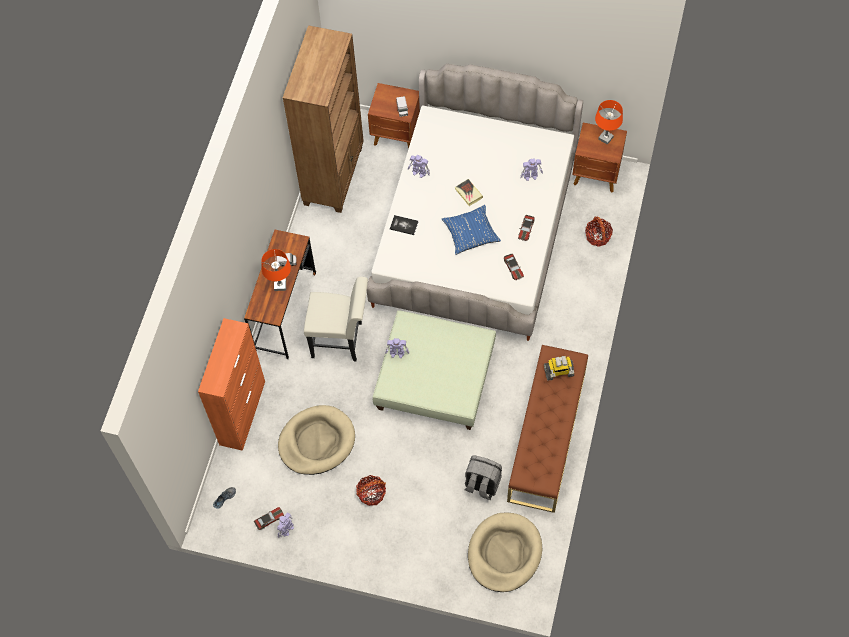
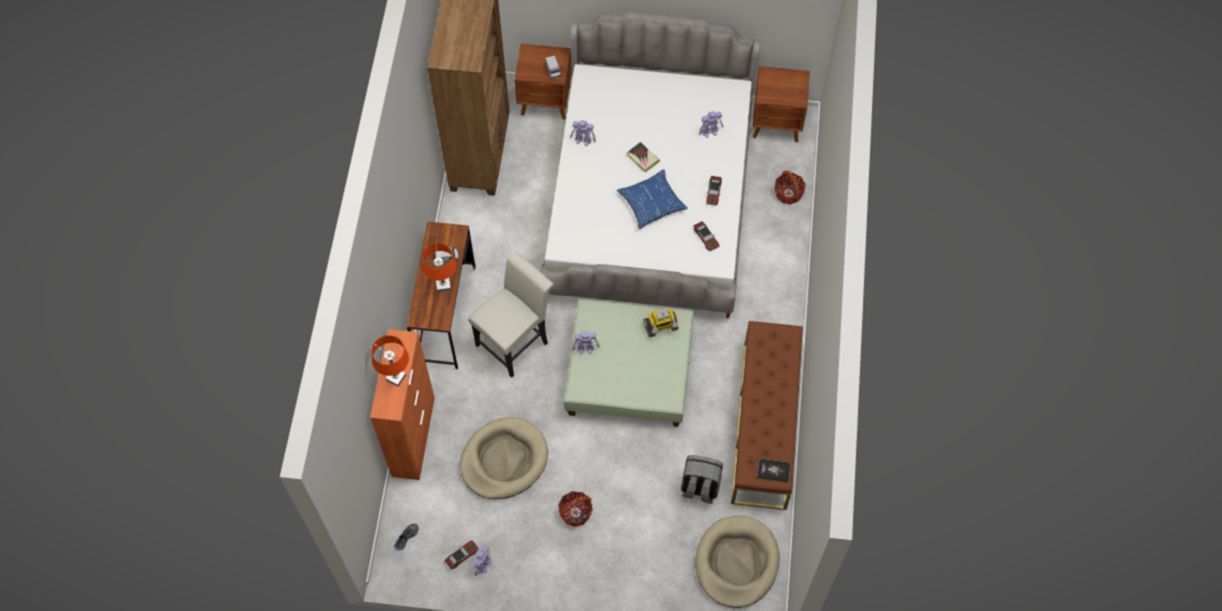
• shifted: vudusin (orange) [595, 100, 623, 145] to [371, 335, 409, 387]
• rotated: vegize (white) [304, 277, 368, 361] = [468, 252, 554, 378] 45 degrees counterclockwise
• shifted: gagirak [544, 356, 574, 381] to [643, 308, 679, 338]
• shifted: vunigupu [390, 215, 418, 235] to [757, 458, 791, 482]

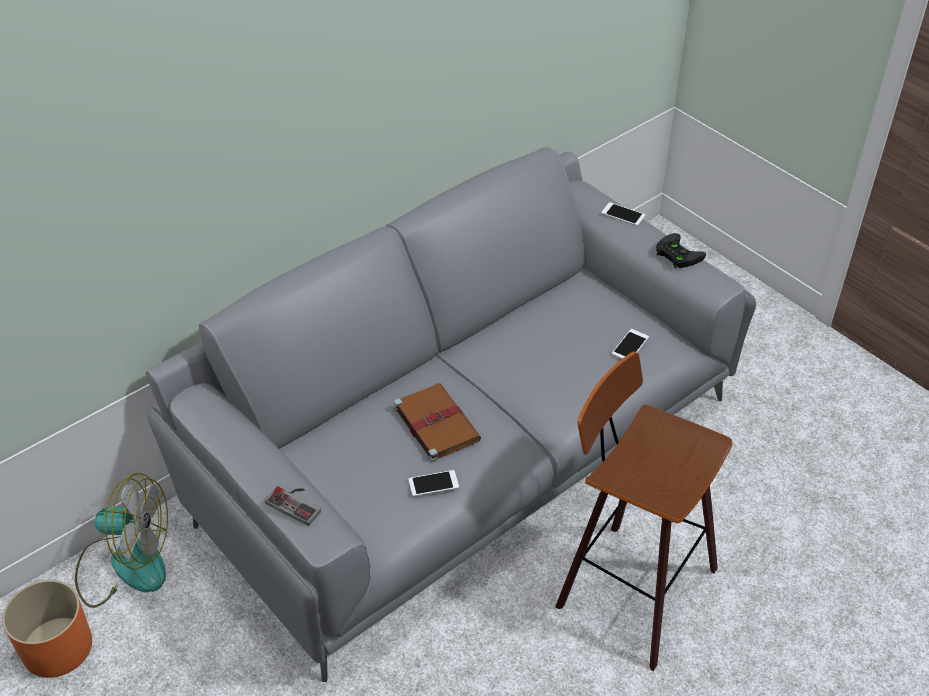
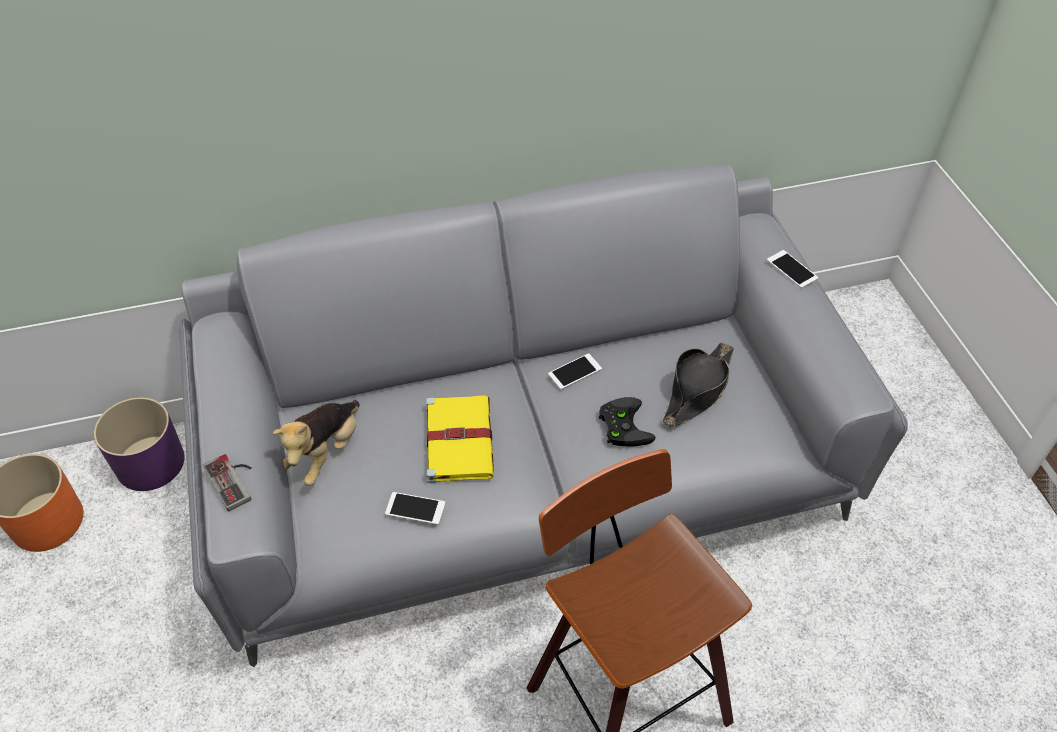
• swapped: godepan [75, 473, 168, 608] to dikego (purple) [94, 397, 184, 491]
• new: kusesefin [273, 400, 360, 486]
• repainted: vunigupu (brown) [394, 383, 481, 462] to vunigupu (yellow) [427, 395, 494, 483]
• shifted: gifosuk [612, 329, 649, 359] to [548, 353, 602, 390]
• shifted: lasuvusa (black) [656, 233, 706, 269] to [599, 397, 655, 447]
• new: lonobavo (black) [663, 342, 734, 427]

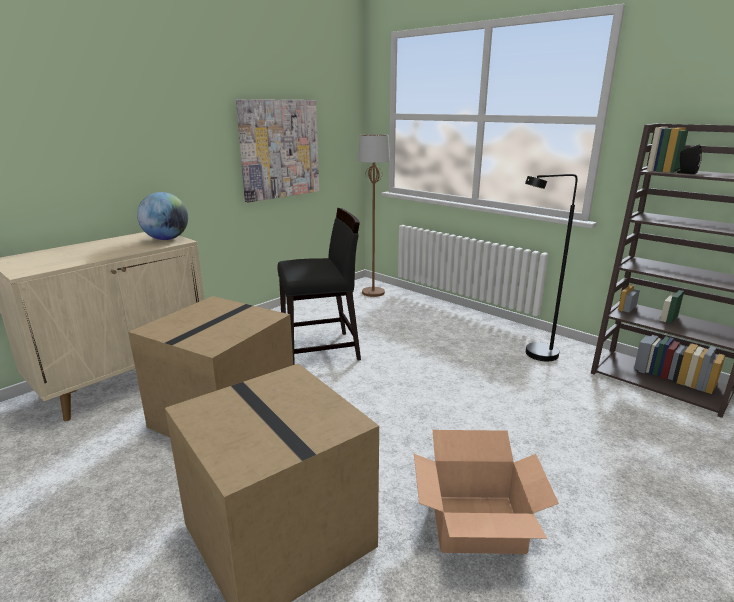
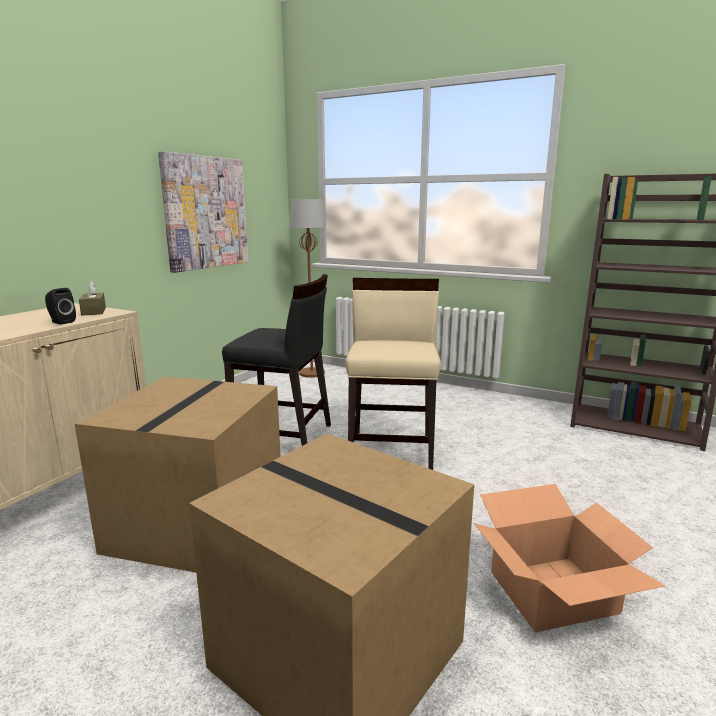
• shifted: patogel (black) [675, 145, 702, 174] to [45, 288, 76, 324]
• swapped: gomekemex [137, 192, 188, 240] to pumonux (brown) [79, 281, 106, 316]
• rotated: vegize (black) [277, 208, 361, 365] = [222, 274, 331, 446] 45 degrees clockwise
• new: vegize (beige) [345, 278, 441, 470]
• gone: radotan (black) [525, 174, 578, 361]

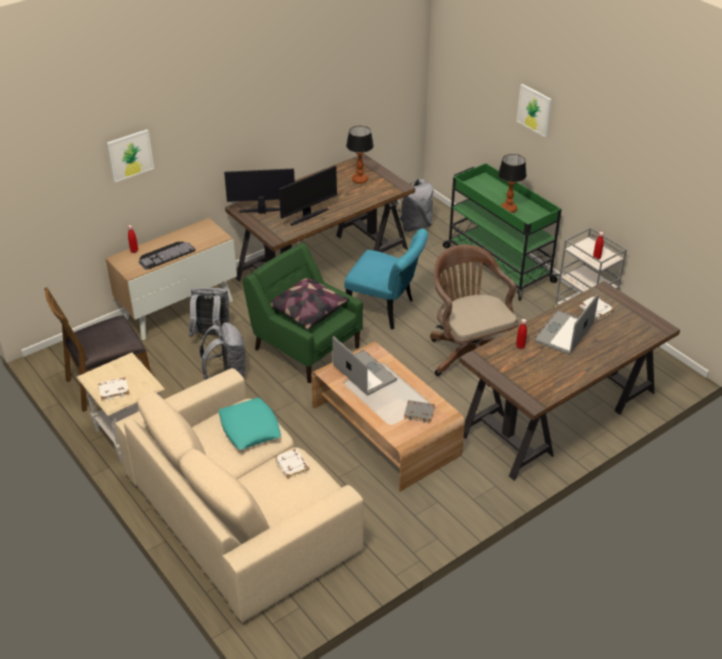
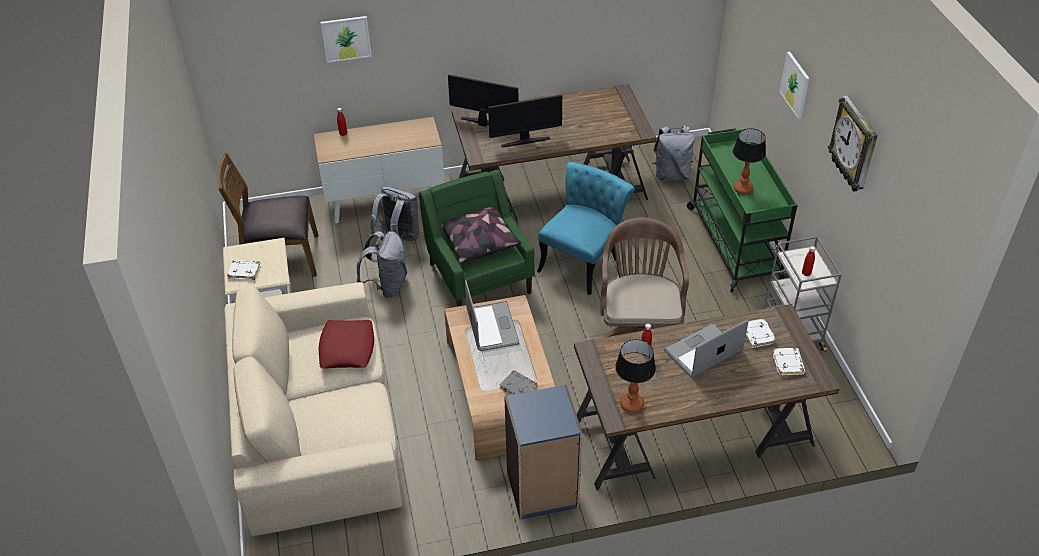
• repainted: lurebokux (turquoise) [218, 398, 281, 450] to lurebokux (red) [318, 320, 374, 369]
• new: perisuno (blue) [504, 385, 582, 520]
• rotated: vegize (turquoise) [344, 228, 428, 329] = [537, 162, 635, 295] 105 degrees counterclockwise
• shifted: vudusin [346, 126, 374, 184] to [615, 339, 656, 413]
• shifted: vunigupu (white) [275, 449, 309, 479] to [772, 348, 805, 376]
• new: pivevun [828, 96, 878, 192]
• gone: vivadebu [138, 242, 196, 270]

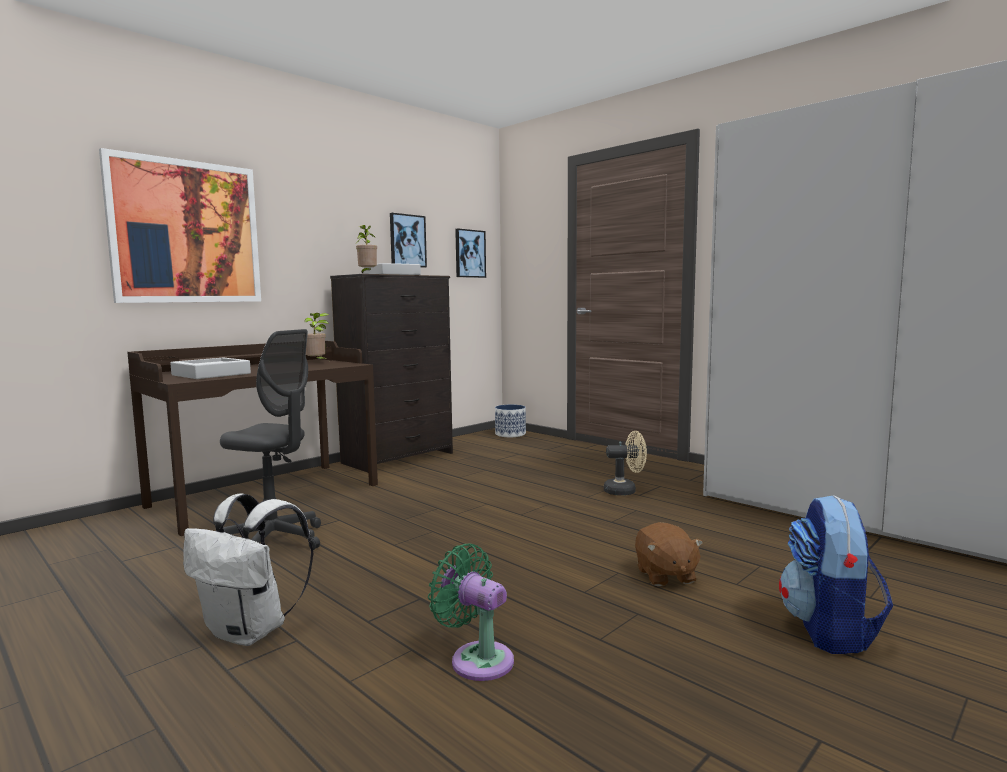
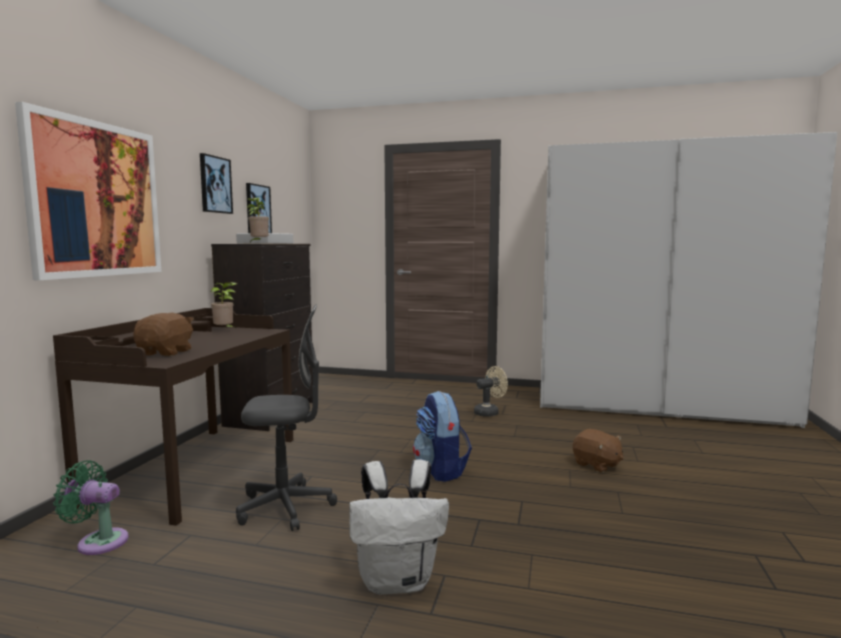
• shifted: godepan (green) [428, 543, 514, 681] to [53, 461, 129, 555]
• swapped: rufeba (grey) [170, 358, 251, 379] to kusesefin (brown) [133, 313, 194, 356]
• shifted: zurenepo [455, 229, 486, 278] to [200, 153, 233, 214]
• shifted: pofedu [779, 495, 893, 654] to [413, 391, 472, 482]
• gone: dikego [495, 405, 526, 437]

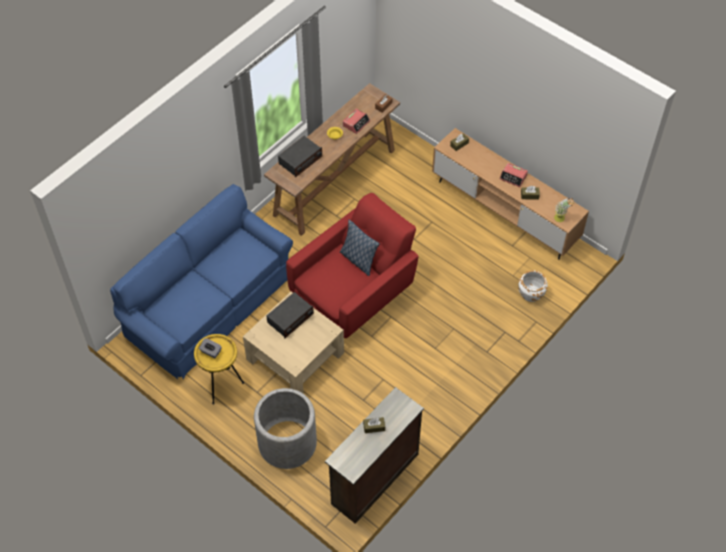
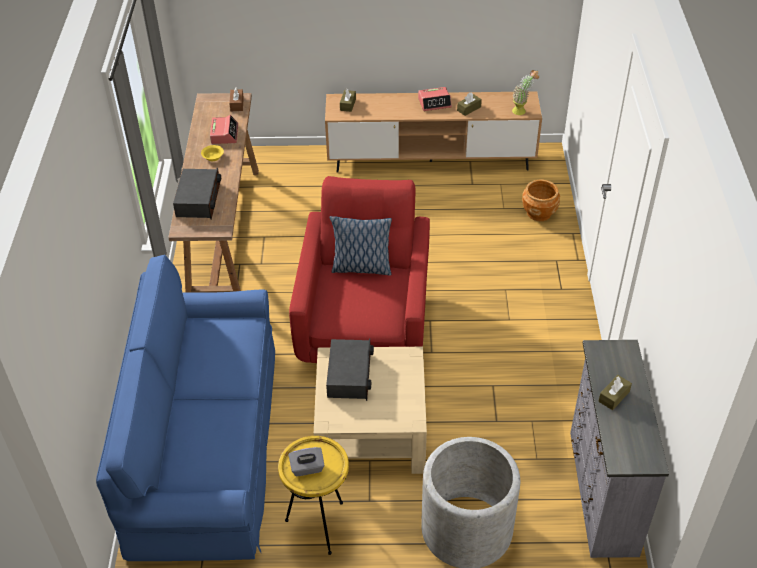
• repainted: dikego (white) [518, 270, 548, 302] to dikego (brown) [522, 180, 560, 221]
• repainted: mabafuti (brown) [325, 387, 424, 524] to mabafuti (grey) [570, 340, 669, 558]

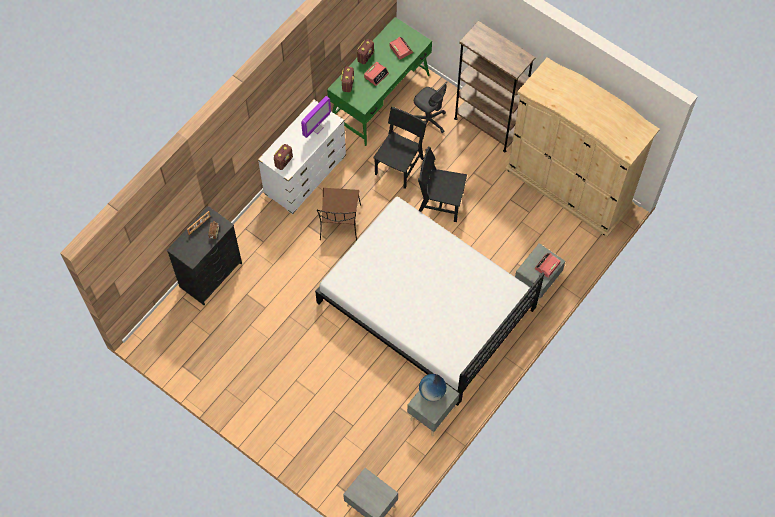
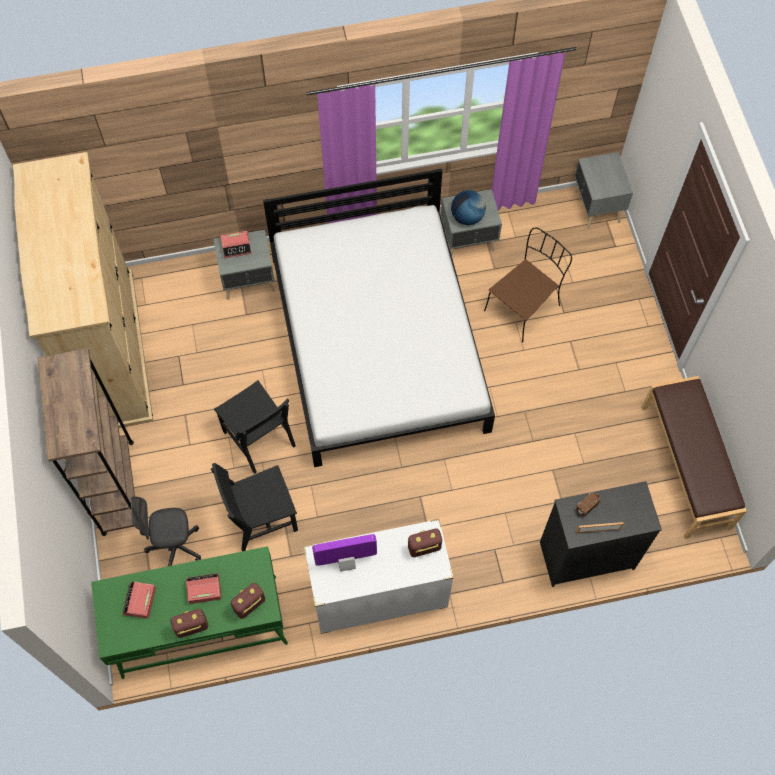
• rotated: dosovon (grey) [414, 82, 447, 133] = [131, 497, 201, 566] 90 degrees counterclockwise
• shifted: vegize (brown) [317, 188, 361, 241] to [484, 227, 572, 343]
• new: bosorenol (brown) [641, 376, 747, 539]

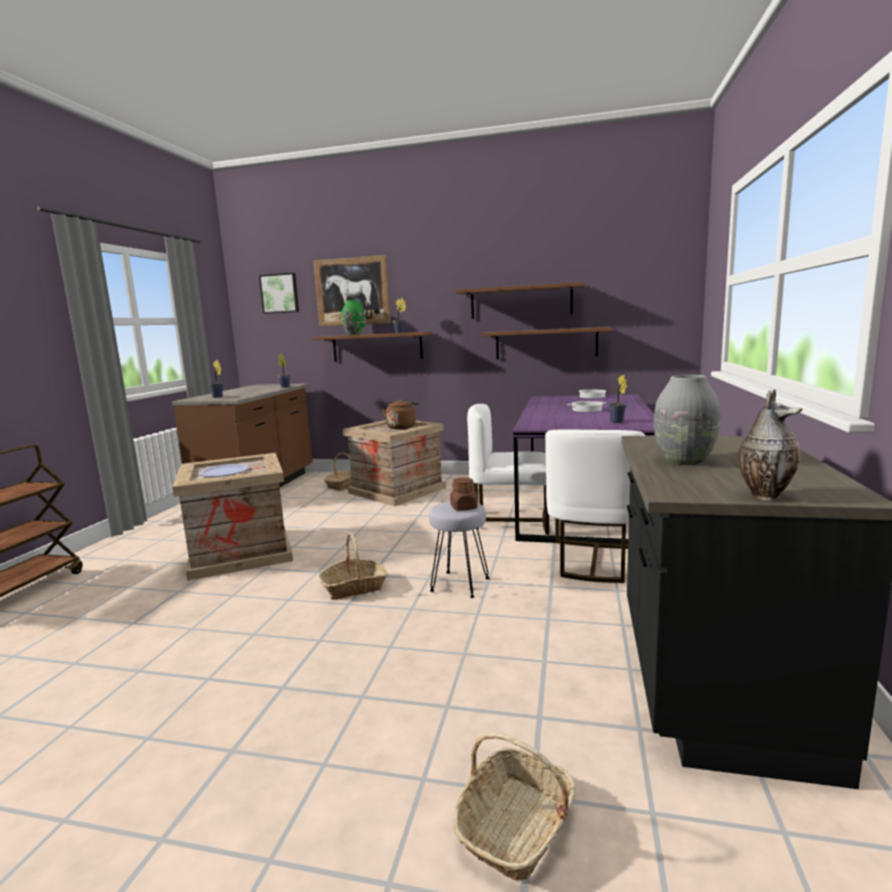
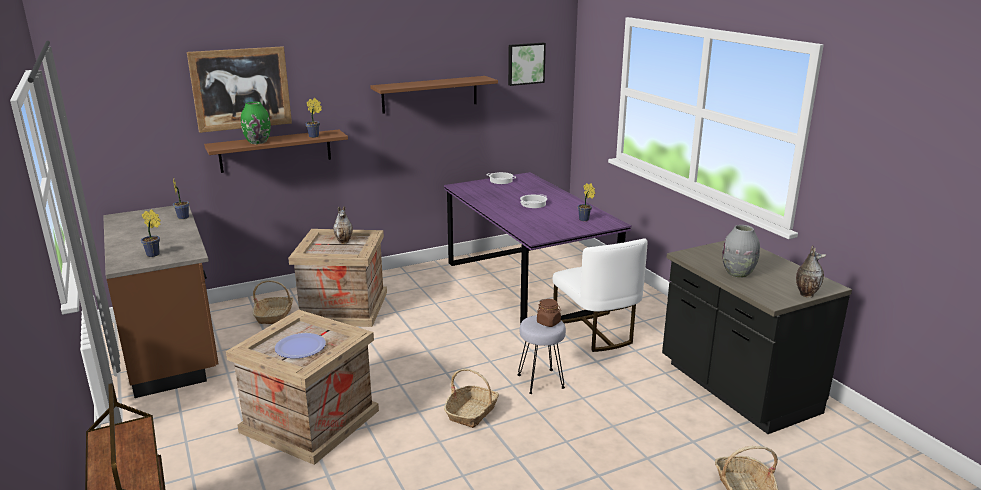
• swapped: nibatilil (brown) [382, 400, 419, 429] to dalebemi [333, 206, 353, 244]
• shifted: zurenepo [259, 273, 299, 314] to [508, 43, 546, 86]
• gone: vegize (white) [467, 404, 549, 535]
• gone: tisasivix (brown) [481, 327, 611, 359]

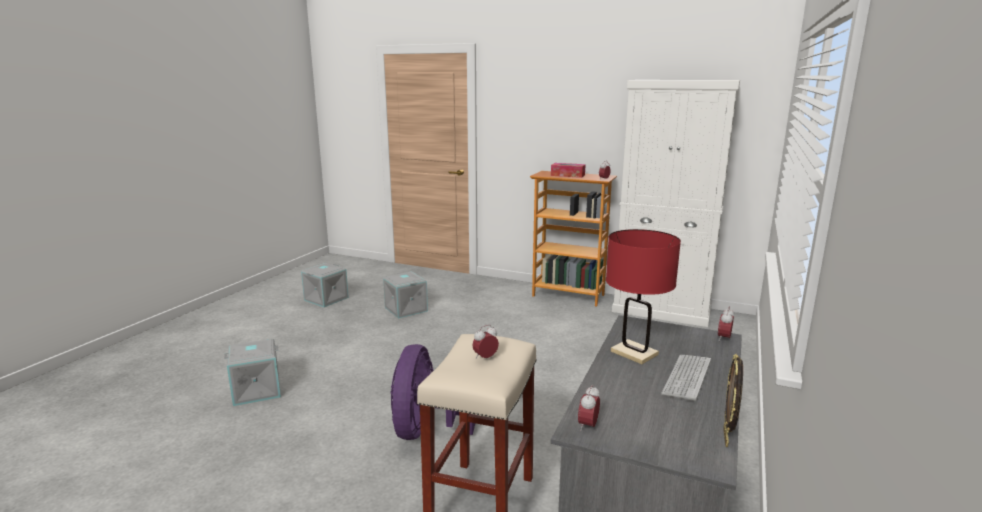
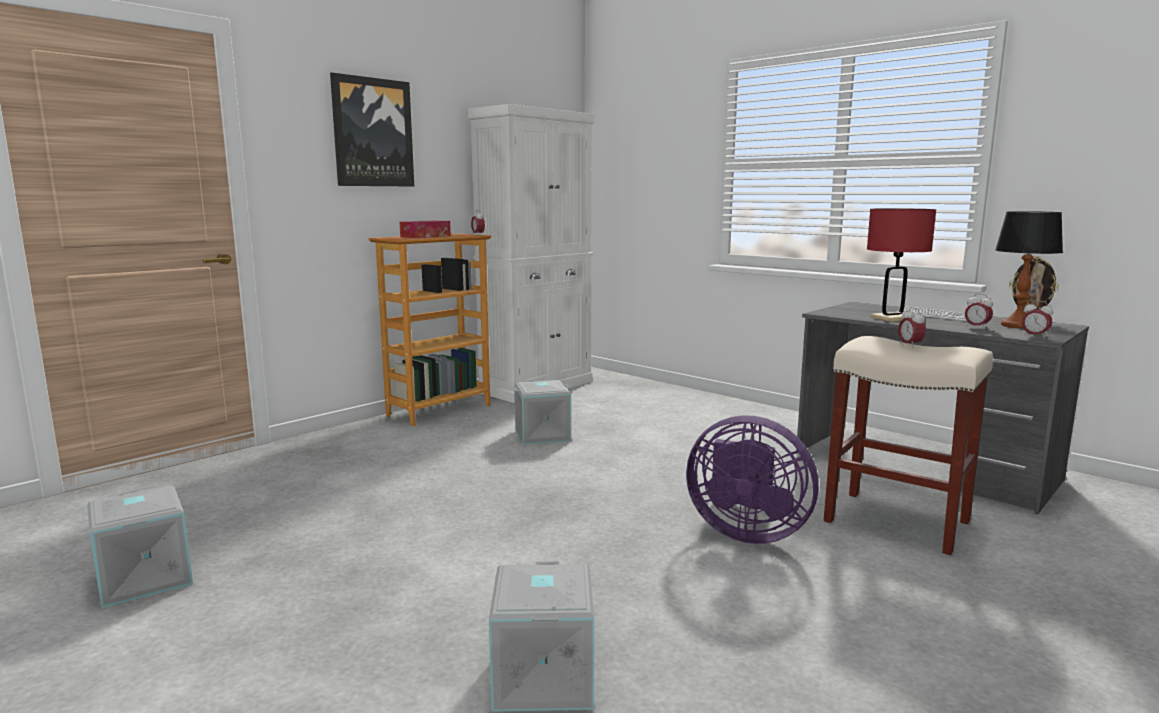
• new: zurenepo [330, 73, 414, 186]
• shifted: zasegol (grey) [383, 271, 428, 318] to [514, 380, 571, 445]
• shifted: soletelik [718, 307, 734, 341] to [965, 293, 993, 329]
• new: vudusin [995, 211, 1063, 329]

